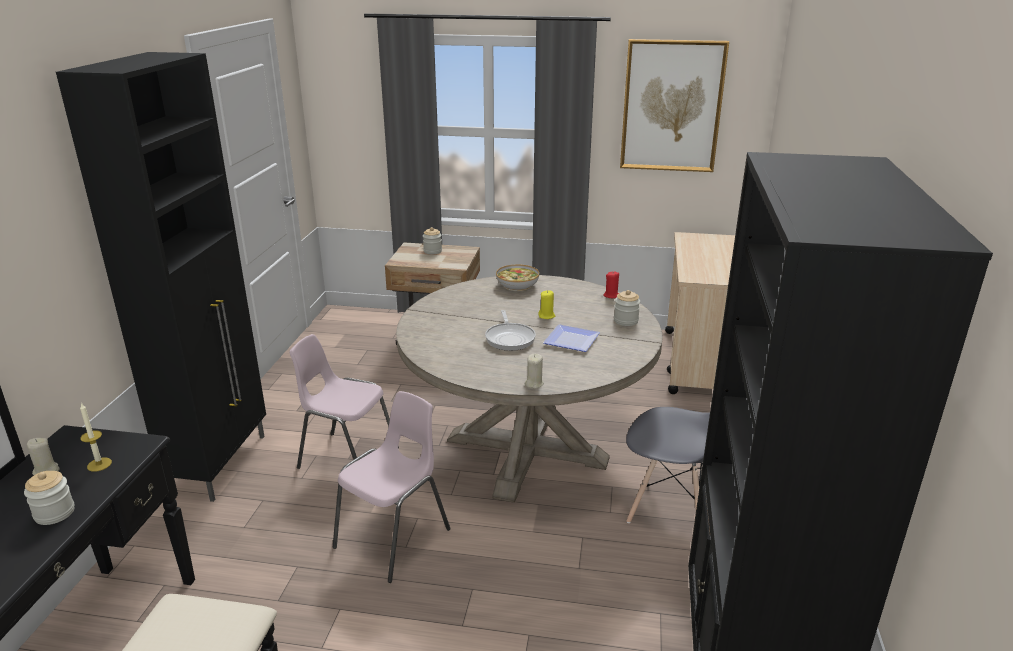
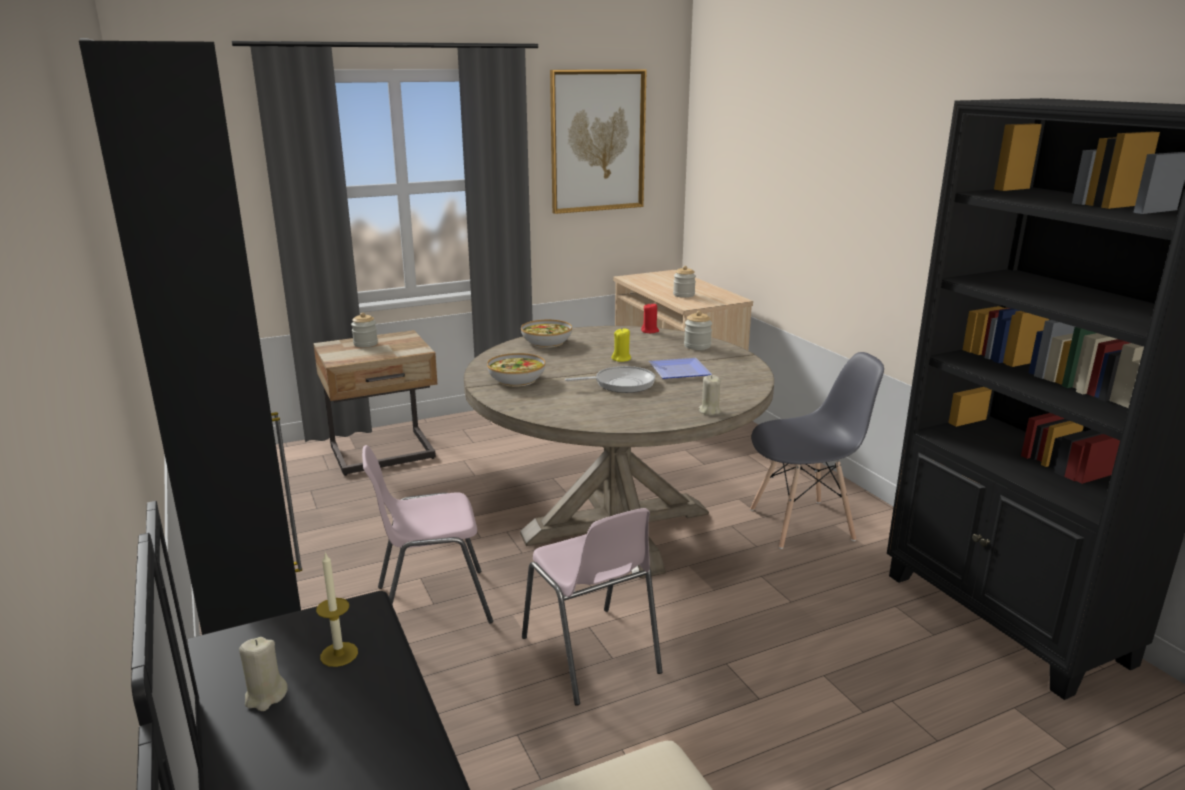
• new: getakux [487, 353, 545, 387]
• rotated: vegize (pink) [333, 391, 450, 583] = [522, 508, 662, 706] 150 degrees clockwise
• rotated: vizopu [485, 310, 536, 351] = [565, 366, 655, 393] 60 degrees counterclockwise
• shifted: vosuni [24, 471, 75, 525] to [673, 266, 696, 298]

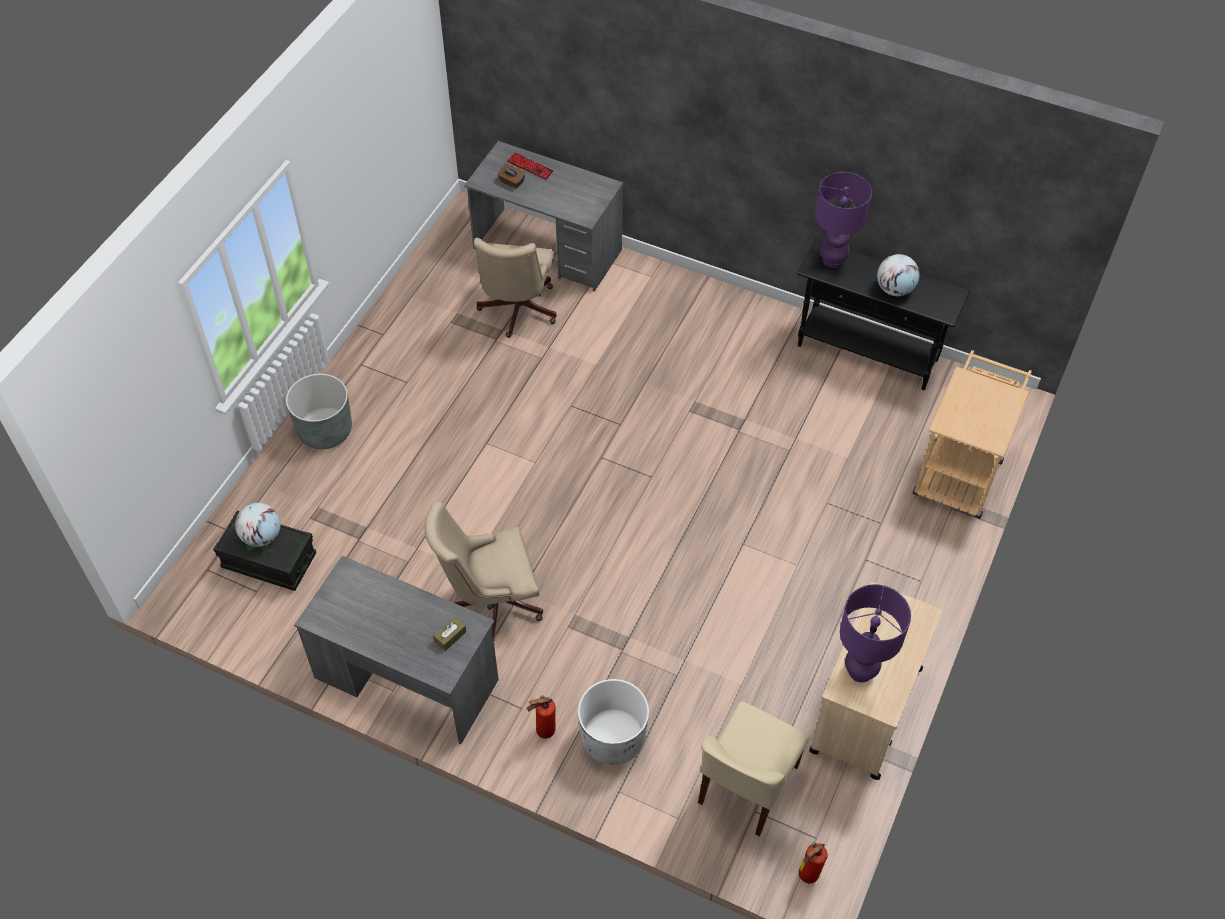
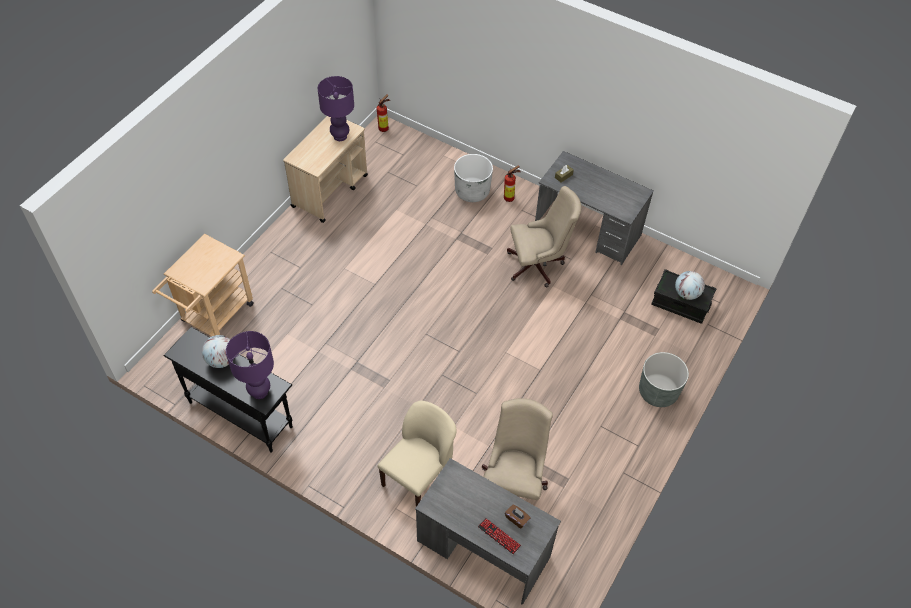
• shifted: vegize (beige) [698, 701, 809, 836] to [377, 400, 457, 507]

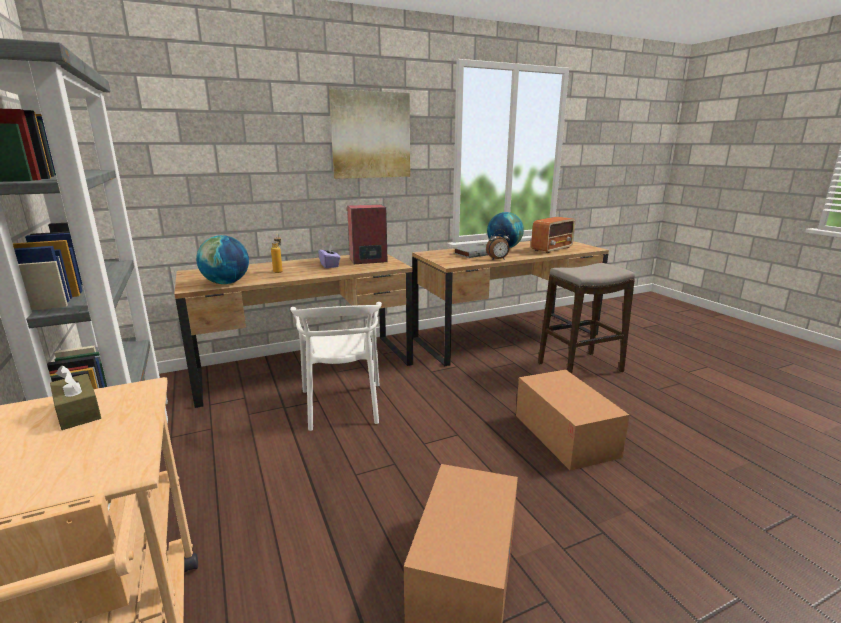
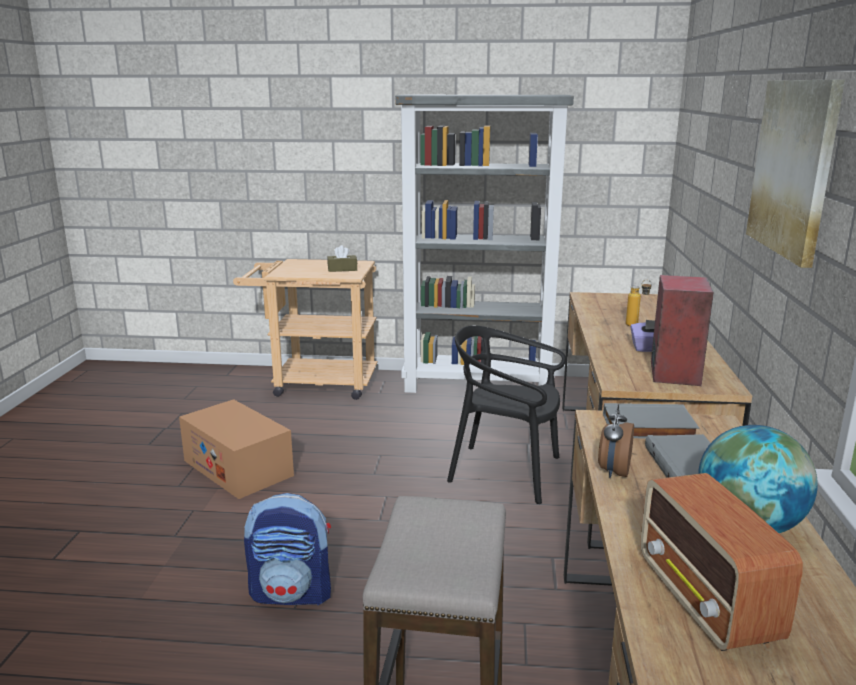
• swapped: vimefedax [516, 370, 630, 471] to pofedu [244, 493, 331, 605]
• repainted: vegize (white) [290, 302, 382, 431] to vegize (black) [447, 325, 566, 504]
• new: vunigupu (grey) [603, 403, 699, 439]
• gone: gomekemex [196, 235, 249, 284]

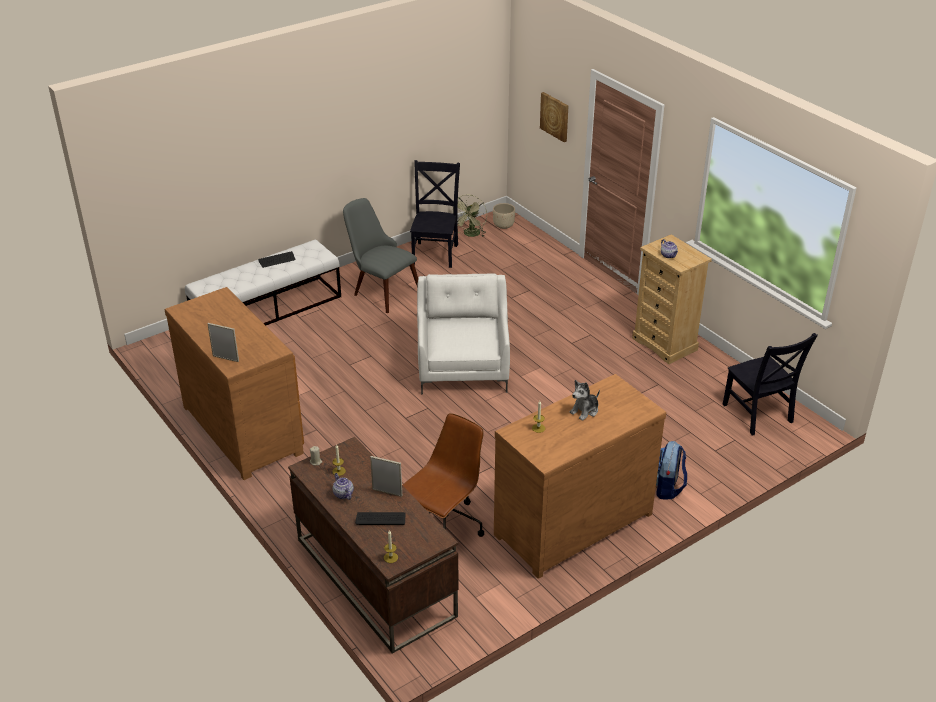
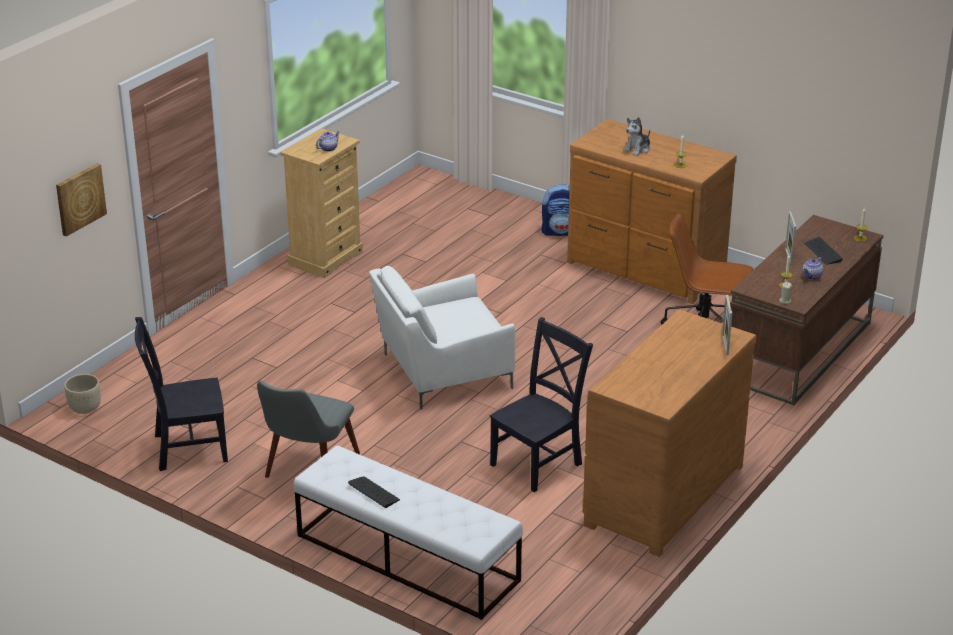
• shifted: vegize (black) [723, 333, 818, 435] to [489, 317, 593, 492]
• rotated: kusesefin [570, 380, 600, 421] = [623, 117, 650, 156] 105 degrees clockwise
• gone: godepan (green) [452, 195, 487, 237]

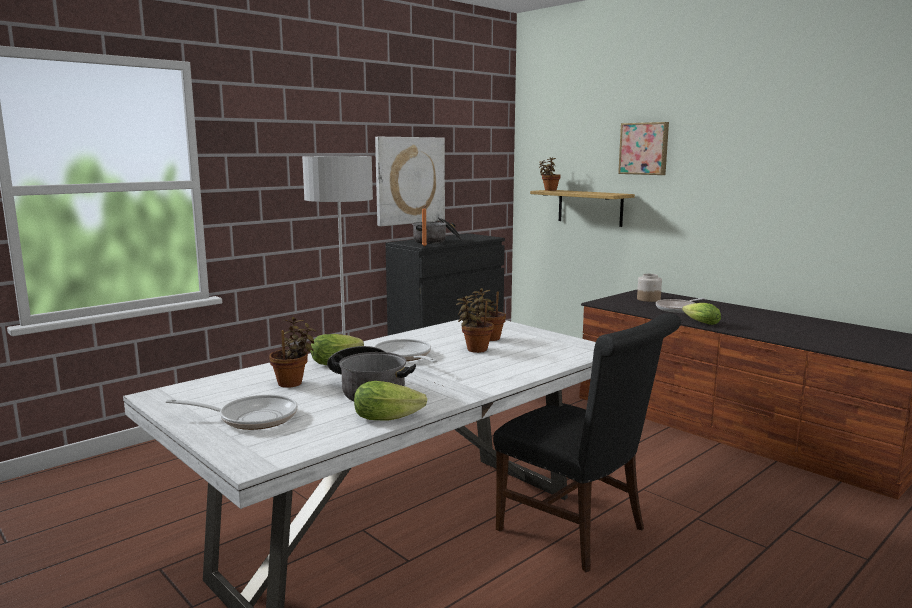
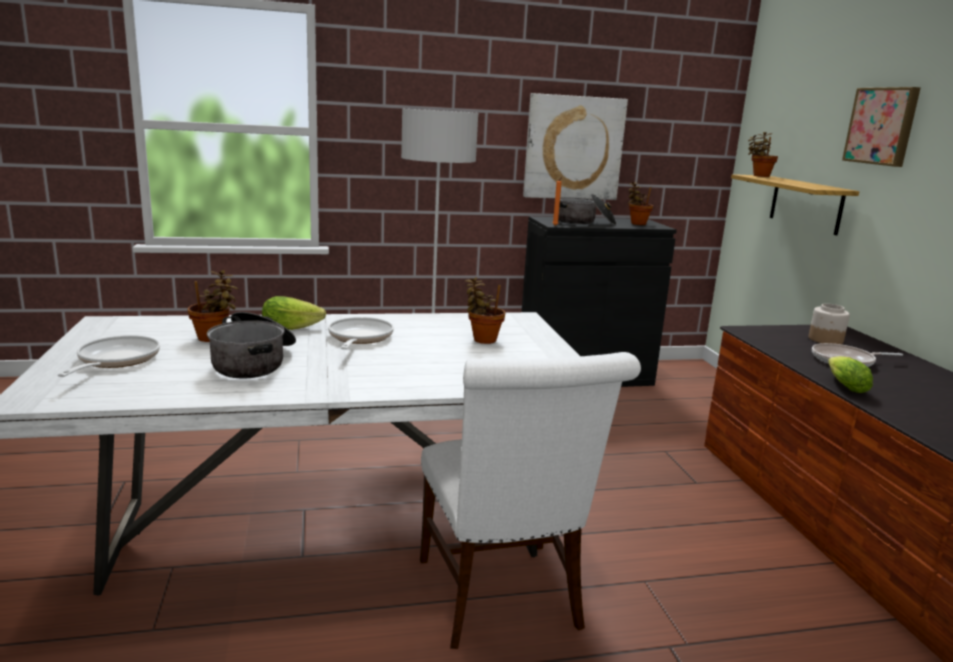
• rotated: vizopu [166, 395, 298, 430] = [58, 335, 160, 377] 120 degrees counterclockwise
• repainted: vegize (black) [493, 313, 681, 572] to vegize (white) [420, 352, 641, 649]
• shifted: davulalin [456, 296, 494, 353] to [628, 182, 653, 225]
• gone: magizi [354, 381, 427, 421]

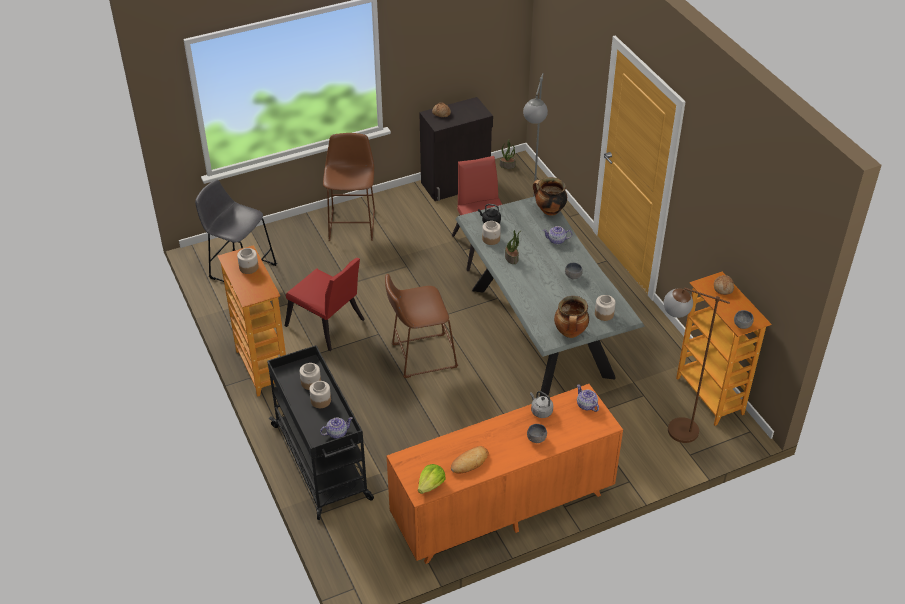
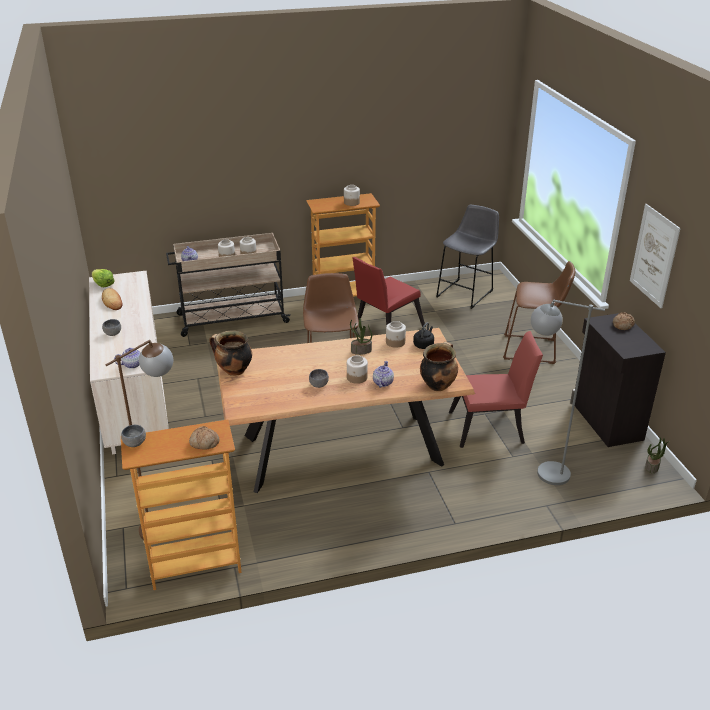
• repainted: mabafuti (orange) [387, 384, 623, 564] to mabafuti (beige) [89, 271, 169, 455]
• repainted: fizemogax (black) [267, 345, 374, 520] to fizemogax (beige) [166, 233, 290, 337]
• repainted: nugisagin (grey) [455, 196, 645, 397] to nugisagin (brown) [217, 328, 475, 493]
• shifted: vosuni [595, 295, 615, 321] to [347, 355, 368, 384]
• new: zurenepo [630, 204, 681, 308]
• gone: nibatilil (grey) [530, 391, 553, 418]

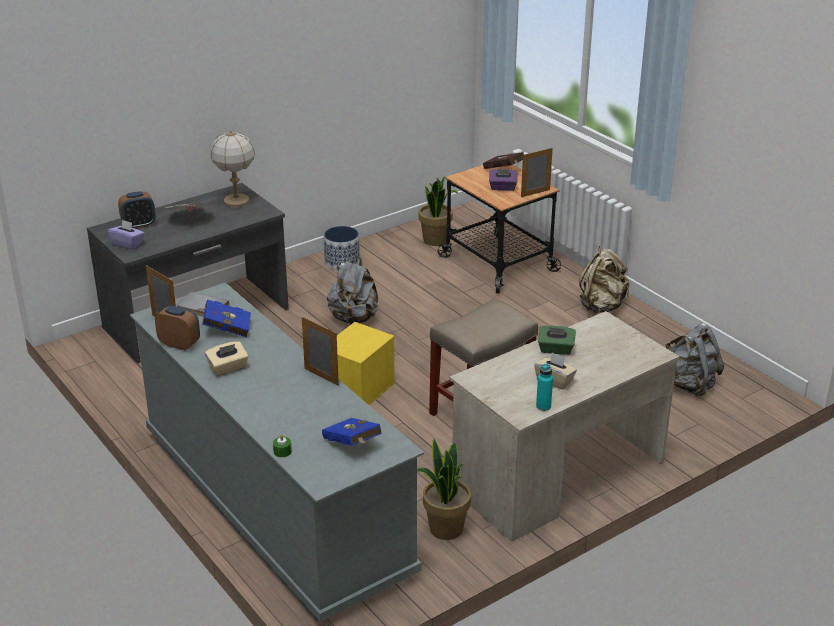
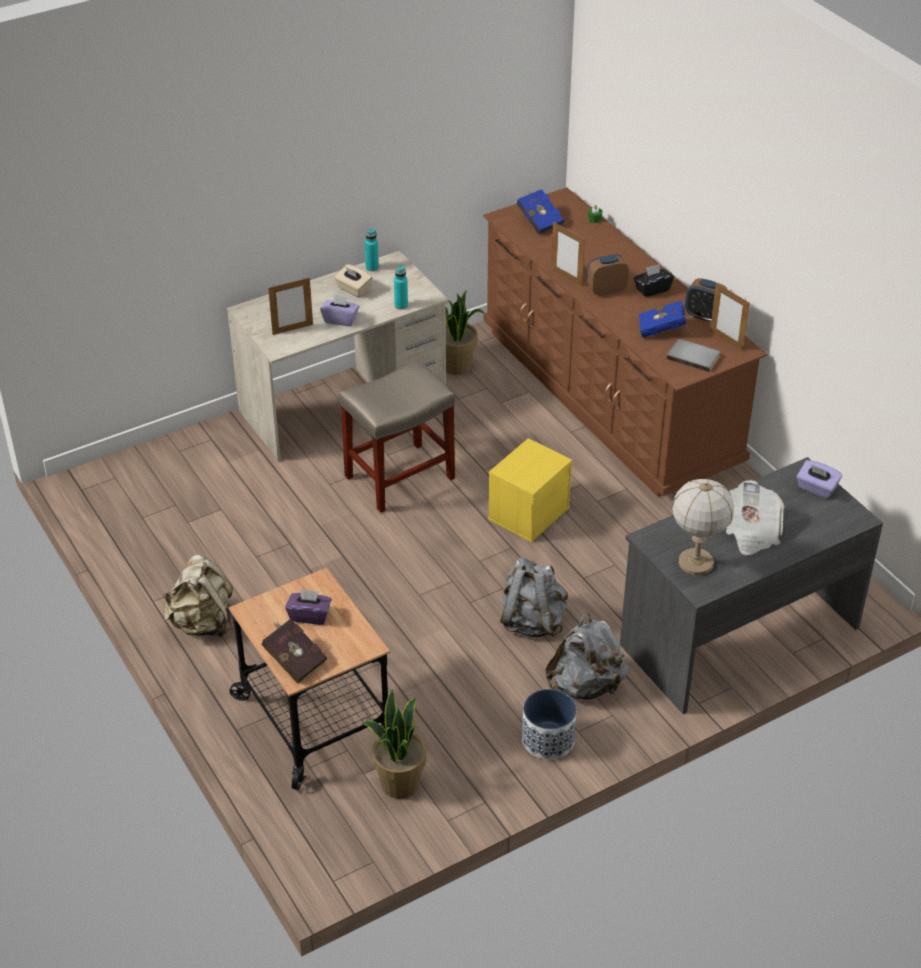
• shifted: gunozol [521, 148, 553, 197] to [268, 277, 313, 335]
• repainted: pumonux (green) [538, 325, 576, 355] to pumonux (purple) [320, 295, 360, 326]
• new: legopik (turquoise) [394, 265, 408, 310]
• repainted: mabafuti (grey) [130, 283, 424, 622] to mabafuti (brown) [483, 187, 767, 497]
• shifted: pofedu (grey) [665, 323, 724, 397] to [545, 612, 628, 699]
• shifted: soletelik [118, 191, 156, 229] to [587, 254, 629, 296]
• repainted: pumonux (beige) [205, 341, 249, 376] to pumonux (black) [634, 264, 674, 297]

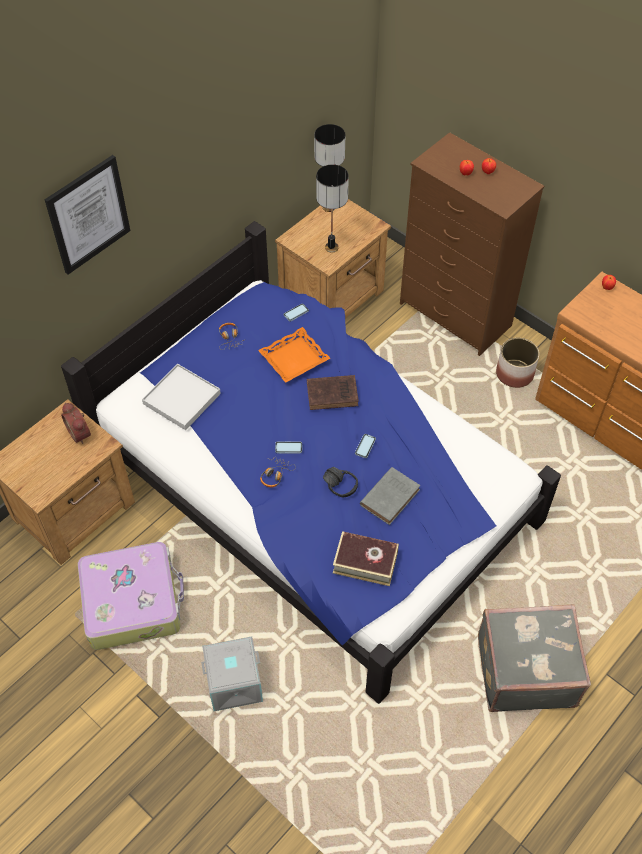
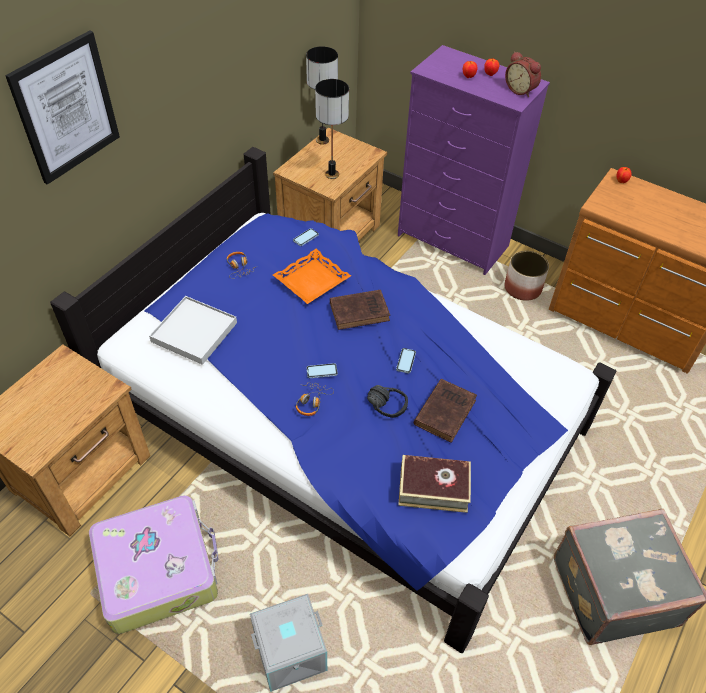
• repainted: mabafuti (brown) [400, 132, 544, 356] to mabafuti (purple) [398, 45, 550, 275]
• repainted: vunigupu (grey) [360, 467, 420, 525] to vunigupu (brown) [414, 379, 477, 443]
• shifted: soletelik [61, 403, 91, 444] to [505, 51, 541, 97]

